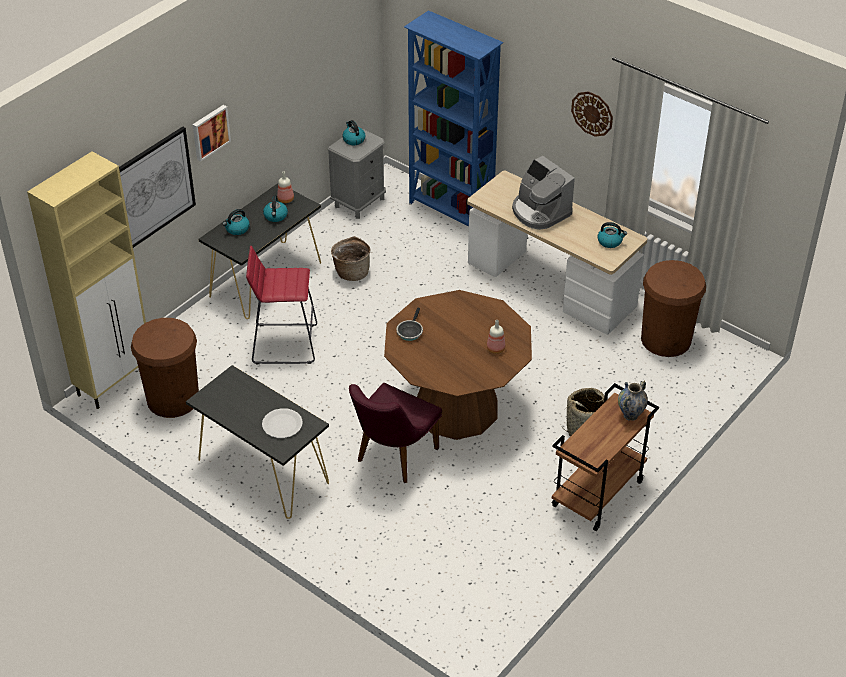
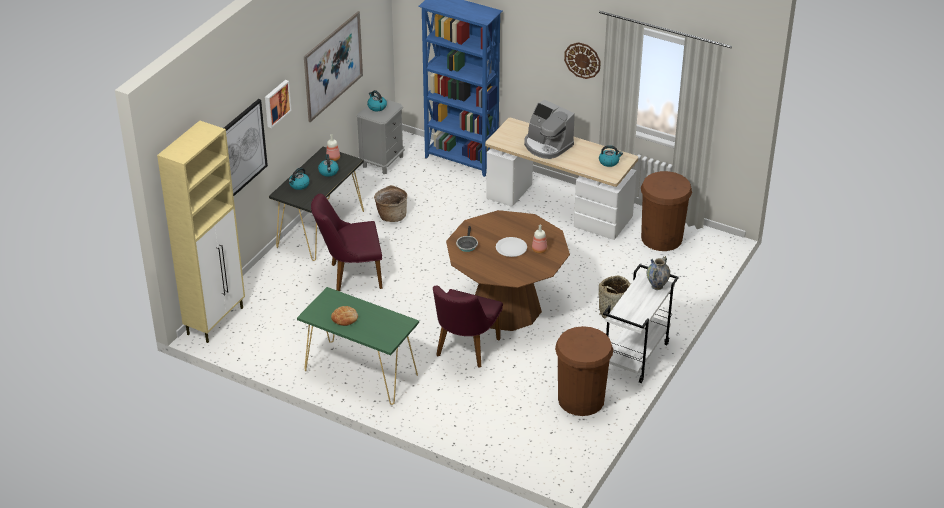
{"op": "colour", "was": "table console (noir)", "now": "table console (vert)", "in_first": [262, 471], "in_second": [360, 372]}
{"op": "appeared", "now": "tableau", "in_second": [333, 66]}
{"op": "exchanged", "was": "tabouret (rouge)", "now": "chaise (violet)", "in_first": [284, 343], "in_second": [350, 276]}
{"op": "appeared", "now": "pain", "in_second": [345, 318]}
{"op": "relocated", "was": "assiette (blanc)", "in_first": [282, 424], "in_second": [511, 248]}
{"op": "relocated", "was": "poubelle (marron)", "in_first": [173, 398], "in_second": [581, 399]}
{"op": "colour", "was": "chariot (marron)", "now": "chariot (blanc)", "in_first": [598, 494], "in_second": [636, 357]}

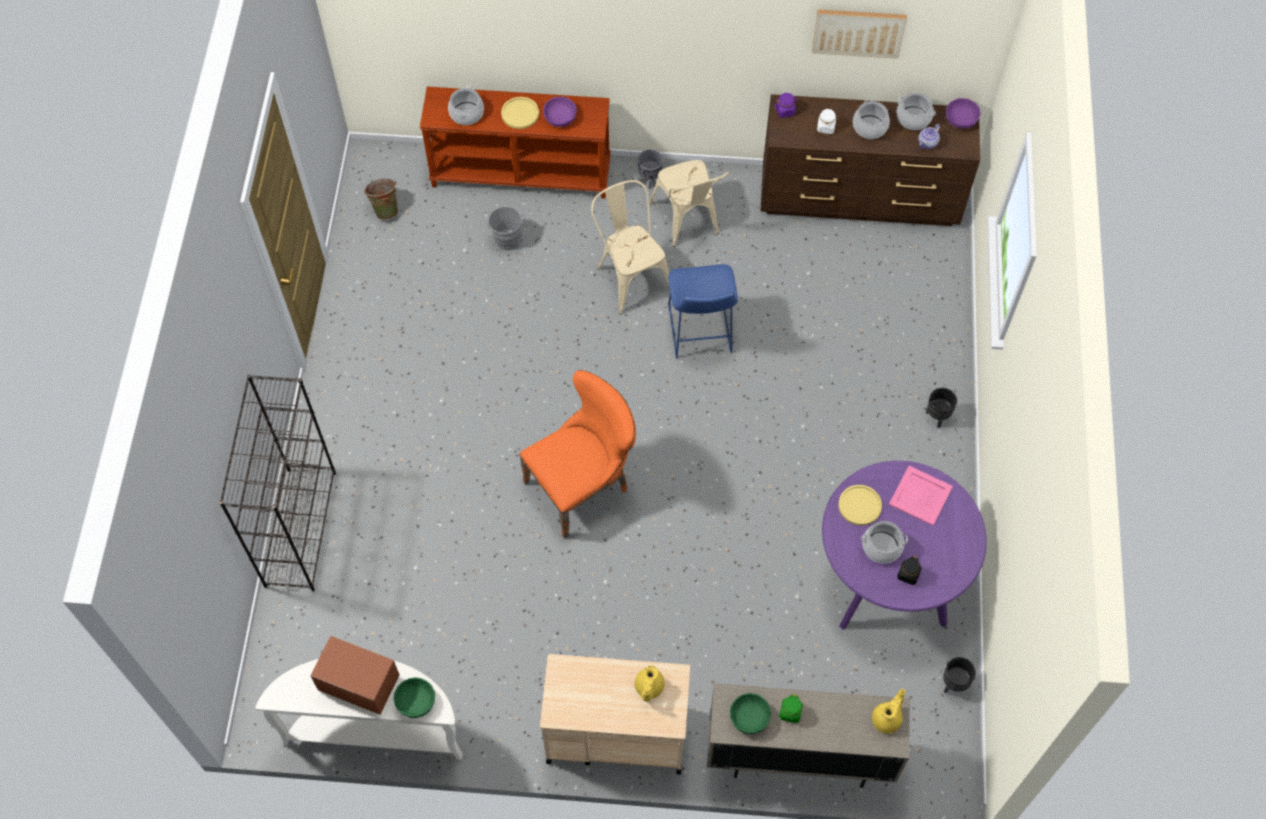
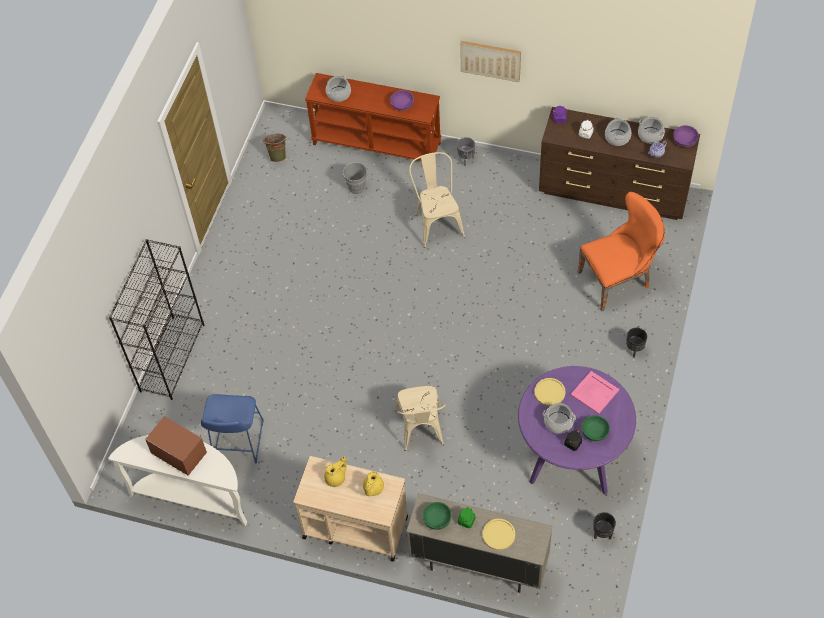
{"op": "relocated", "was": "tabouret (bleu)", "in_first": [699, 332], "in_second": [237, 443]}
{"op": "relocated", "was": "théière (jaune)", "in_first": [887, 718], "in_second": [336, 478]}
{"op": "relocated", "was": "chaise (beige)", "in_first": [688, 222], "in_second": [421, 431]}
{"op": "relocated", "was": "tableau", "in_first": [858, 32], "in_second": [490, 60]}
{"op": "relocated", "was": "assiette (jaune)", "in_first": [520, 113], "in_second": [498, 534]}
{"op": "relocated", "was": "chaise (orange)", "in_first": [583, 485], "in_second": [618, 279]}
{"op": "relocated", "was": "bol (vert)", "in_first": [416, 702], "in_second": [595, 432]}

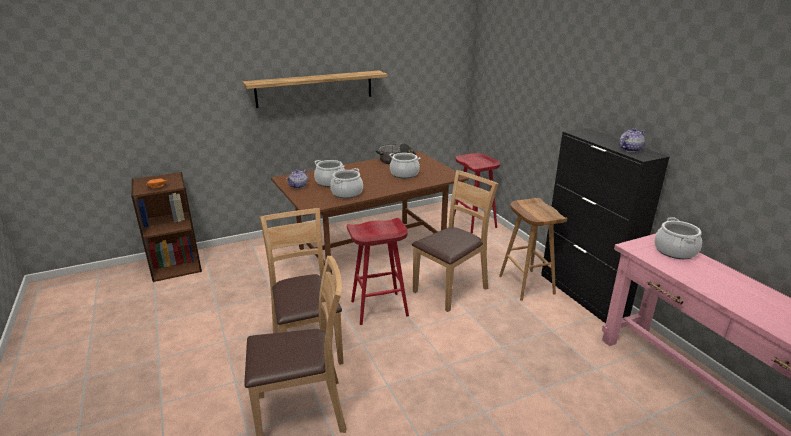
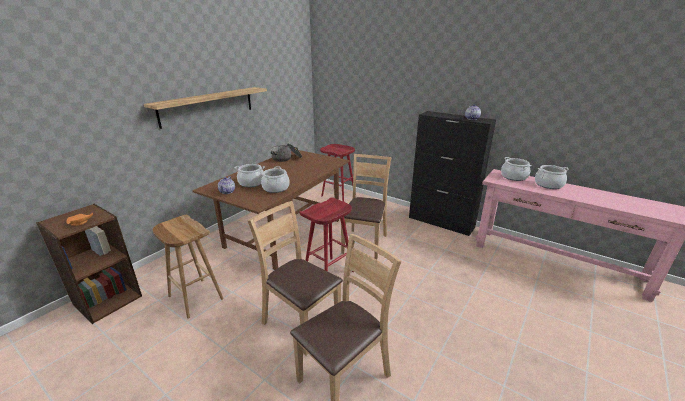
{"op": "relocated", "was": "tabouret (marron)", "in_first": [525, 284], "in_second": [195, 297]}
{"op": "relocated", "was": "marmite", "in_first": [404, 174], "in_second": [548, 185]}

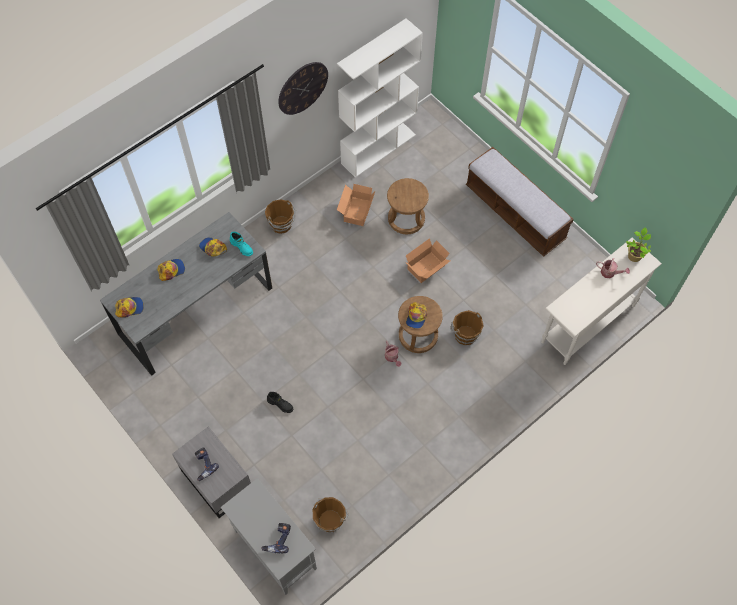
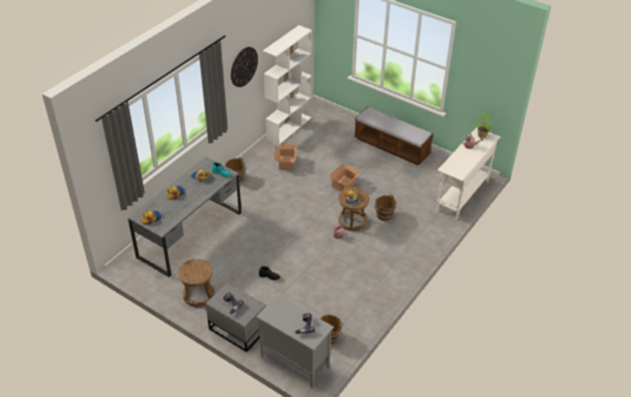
{"op": "relocated", "was": "tabouret (marron)", "in_first": [406, 218], "in_second": [198, 295]}

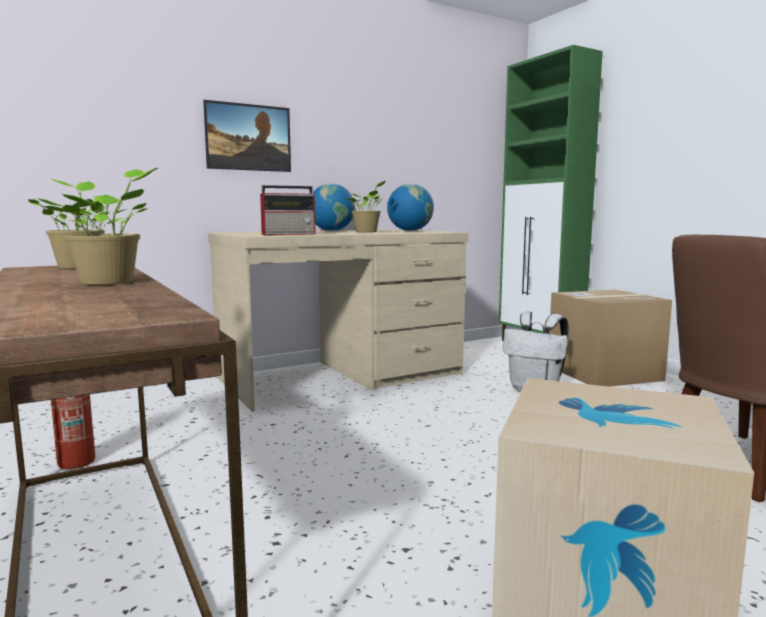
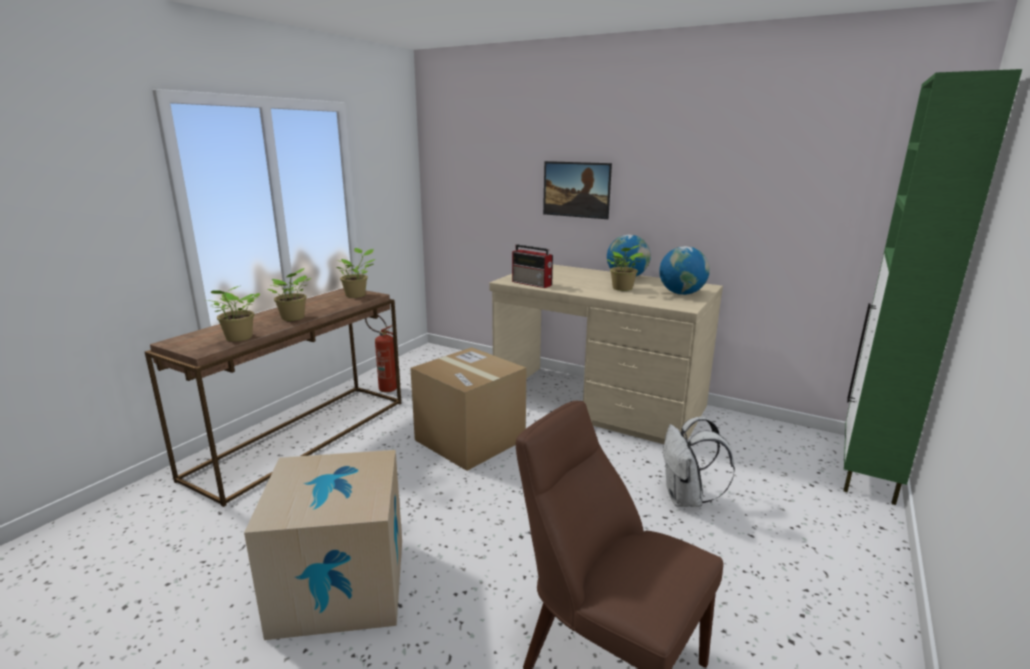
{"op": "appeared", "now": "plante en pot", "in_second": [238, 338]}
{"op": "relocated", "was": "carton", "in_first": [603, 373], "in_second": [470, 439]}

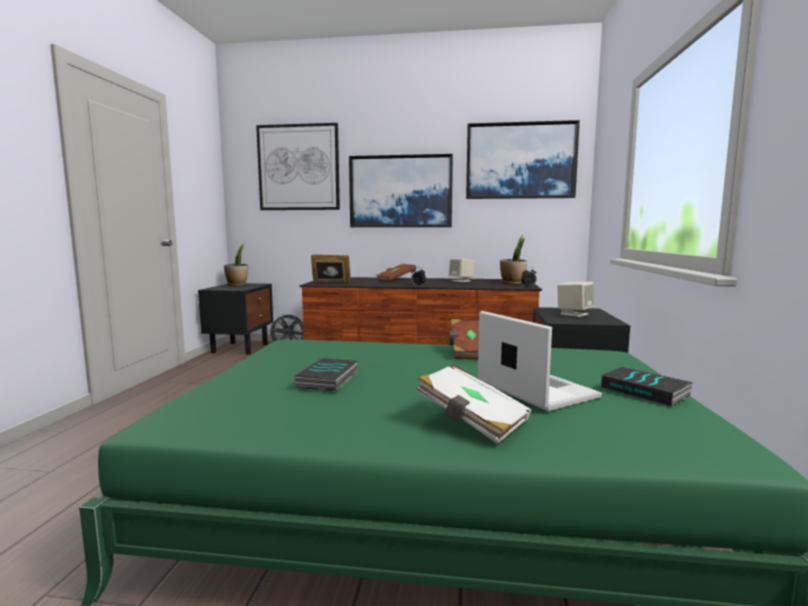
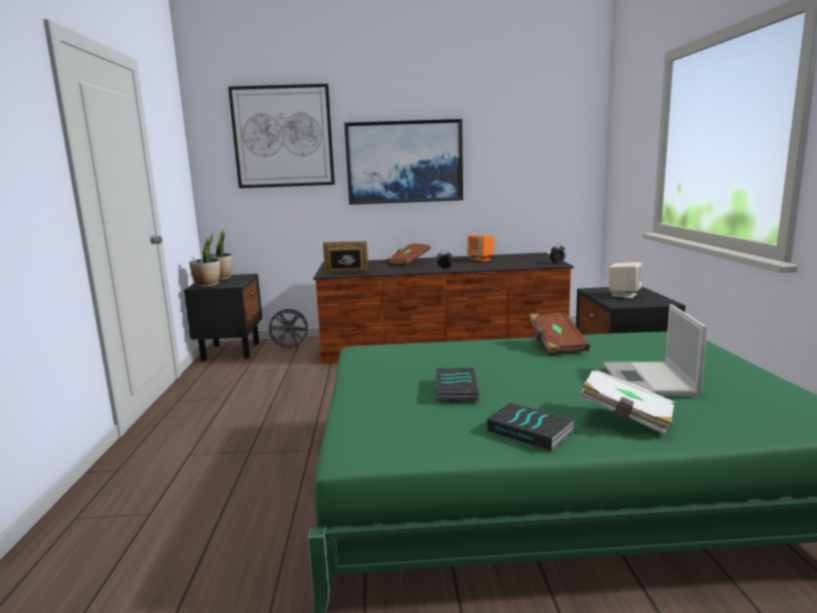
{"op": "relocated", "was": "plante en pot", "in_first": [512, 283], "in_second": [207, 285]}
{"op": "colour", "was": "enceinte (beige)", "now": "enceinte (orange)", "in_first": [461, 281], "in_second": [481, 259]}
{"op": "relocated", "was": "livre", "in_first": [646, 391], "in_second": [531, 431]}
{"op": "spun", "was": "ordinateur portable", "in_first": [534, 389], "in_second": [649, 380], "clockwise": -135}
{"op": "missing", "was": "tableau", "in_first": [520, 161]}

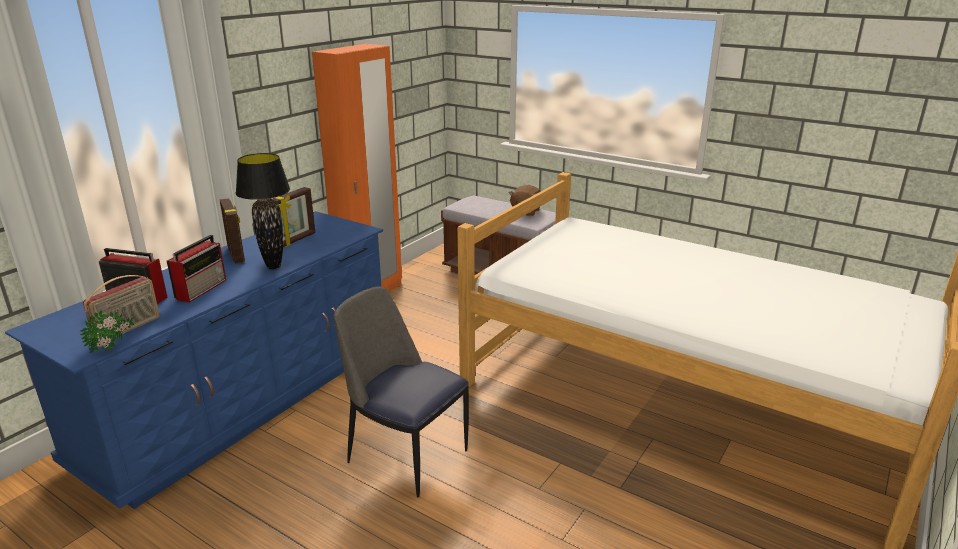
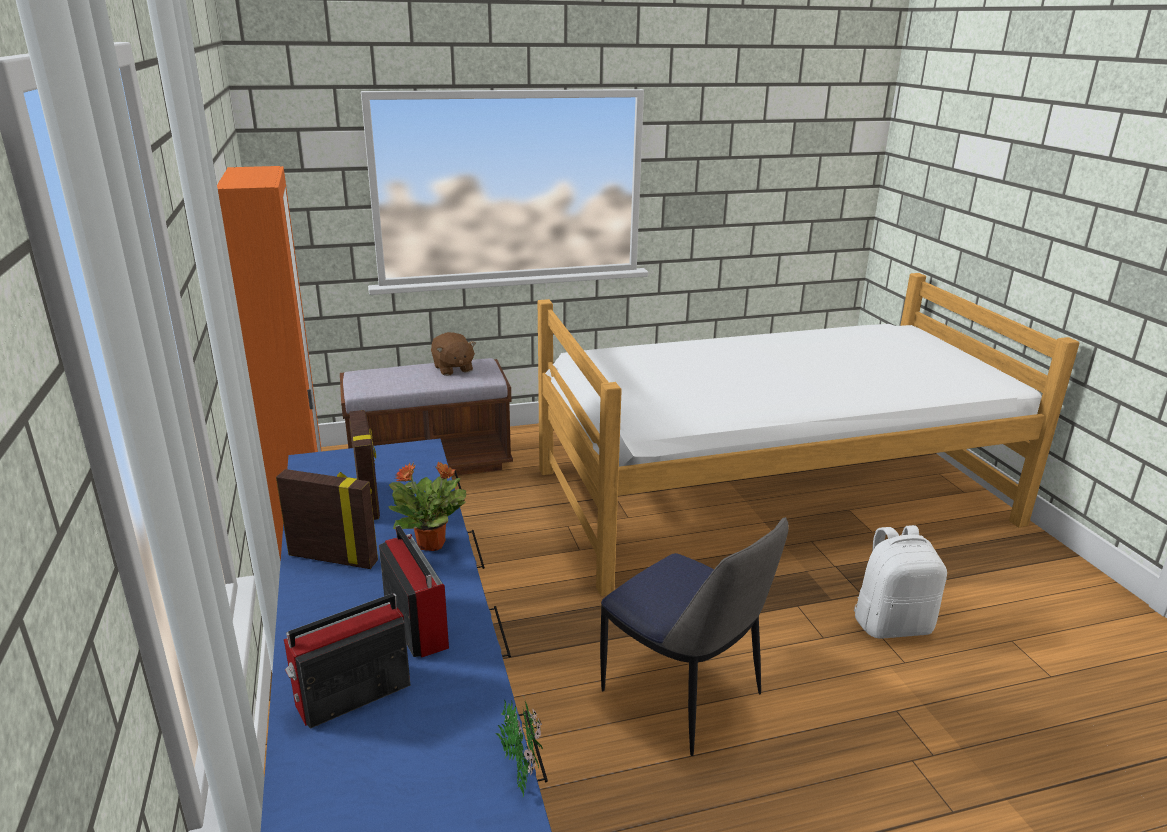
{"op": "exchanged", "was": "lampe de table (noir)", "now": "plante en pot", "in_first": [273, 267], "in_second": [432, 544]}
{"op": "spun", "was": "chaise", "in_first": [405, 454], "in_second": [684, 696], "clockwise": -120}
{"op": "appeared", "now": "sac à dos (blanc)", "in_second": [892, 624]}
{"op": "missing", "was": "radio", "in_first": [128, 329]}

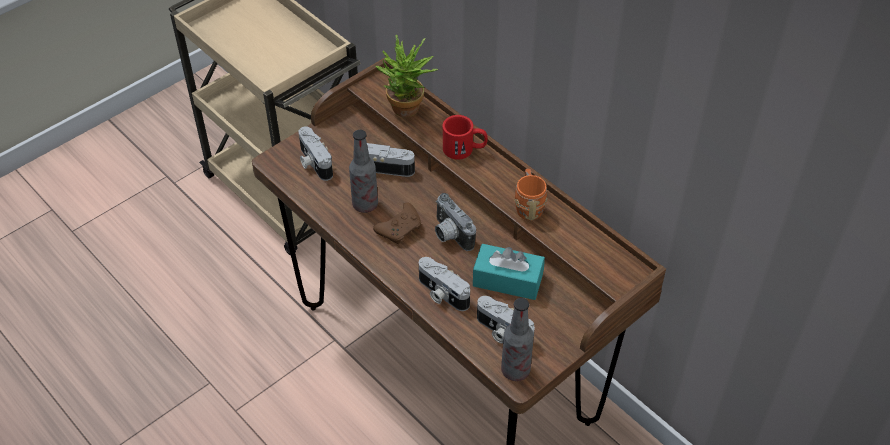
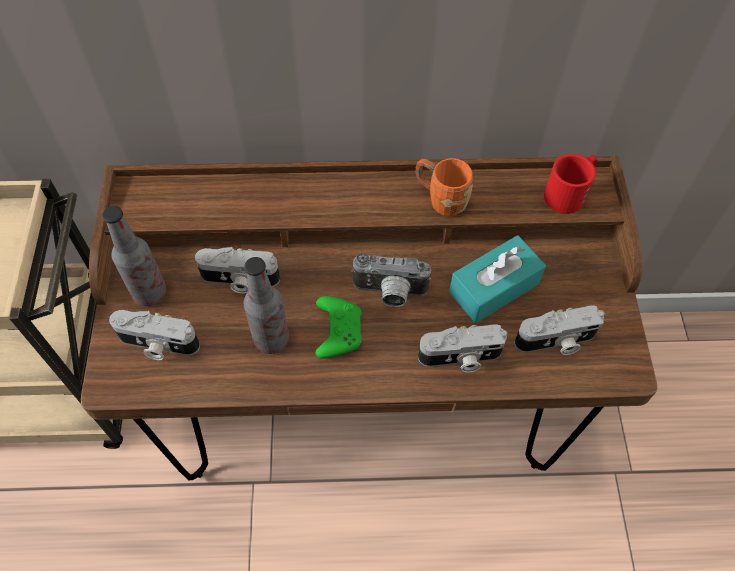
{"op": "relocated", "was": "bouteille", "in_first": [515, 370], "in_second": [149, 293]}
{"op": "spun", "was": "appareil photo", "in_first": [386, 166], "in_second": [239, 280], "clockwise": -135}
{"op": "colour", "was": "manette (marron)", "now": "manette (vert)", "in_first": [400, 228], "in_second": [337, 331]}
{"op": "relocated", "was": "mug (rouge)", "in_first": [464, 149], "in_second": [570, 192]}
{"op": "missing", "was": "plante en pot", "in_first": [407, 112]}

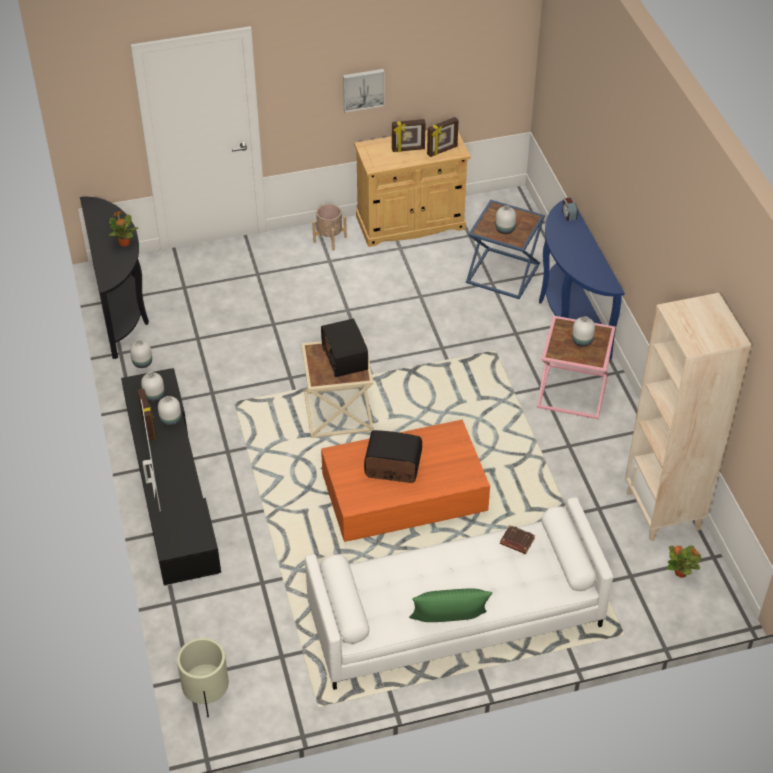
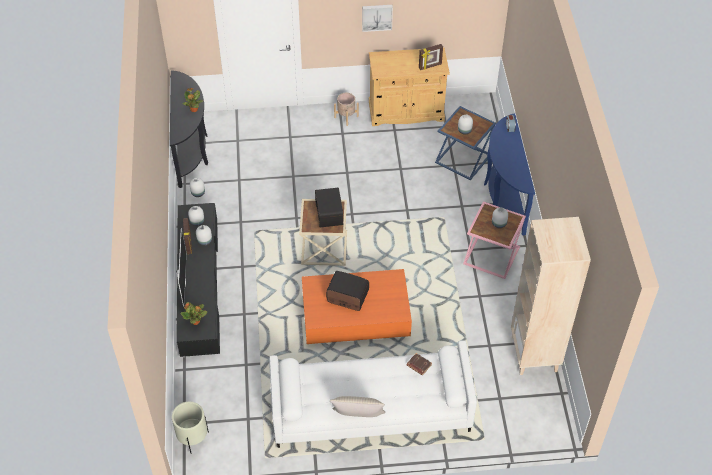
{"op": "relocated", "was": "plante en pot", "in_first": [681, 573], "in_second": [196, 321]}
{"op": "colour", "was": "coussin (vert)", "now": "coussin (beige)", "in_first": [449, 626], "in_second": [358, 419]}
{"op": "missing", "was": "cadre photo", "in_first": [408, 149]}

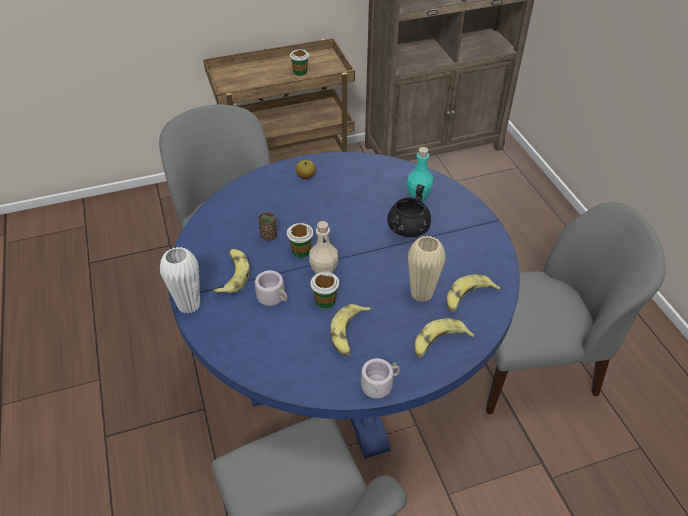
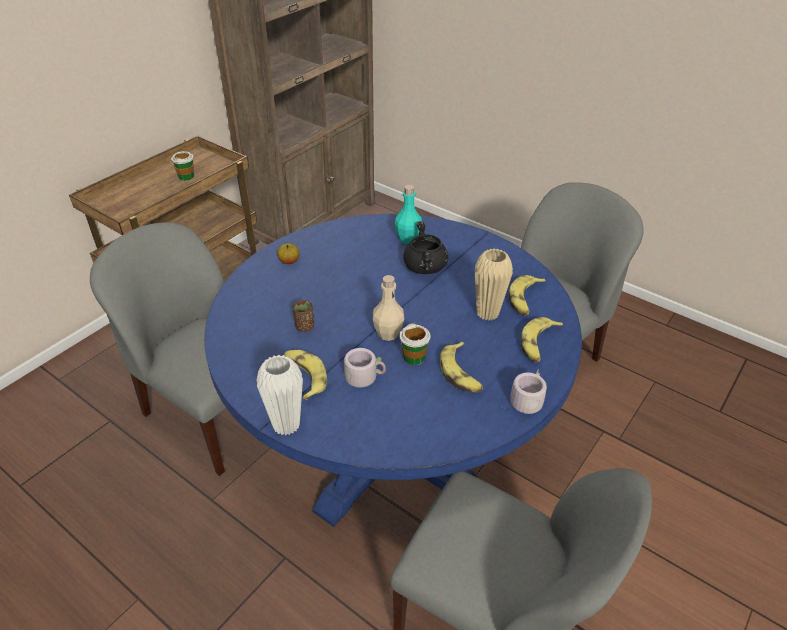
{"op": "missing", "was": "tasse", "in_first": [301, 251]}

